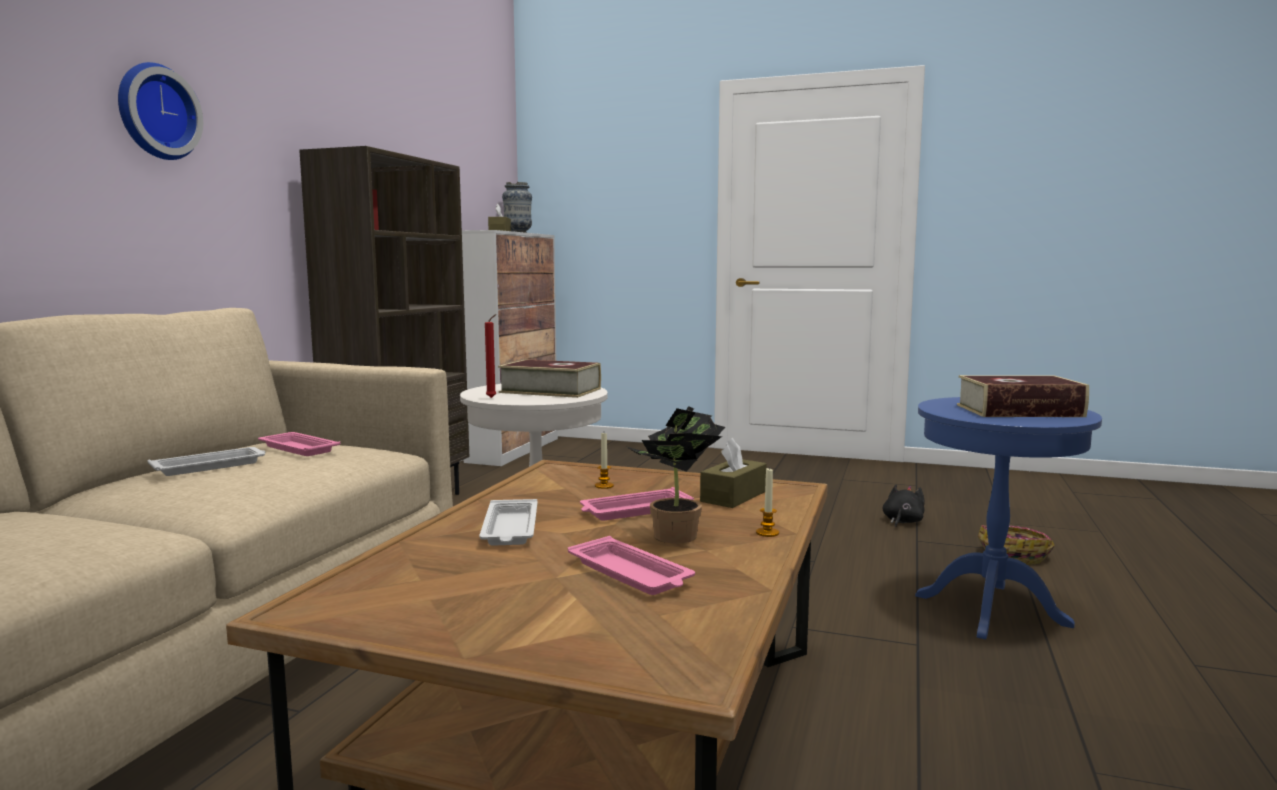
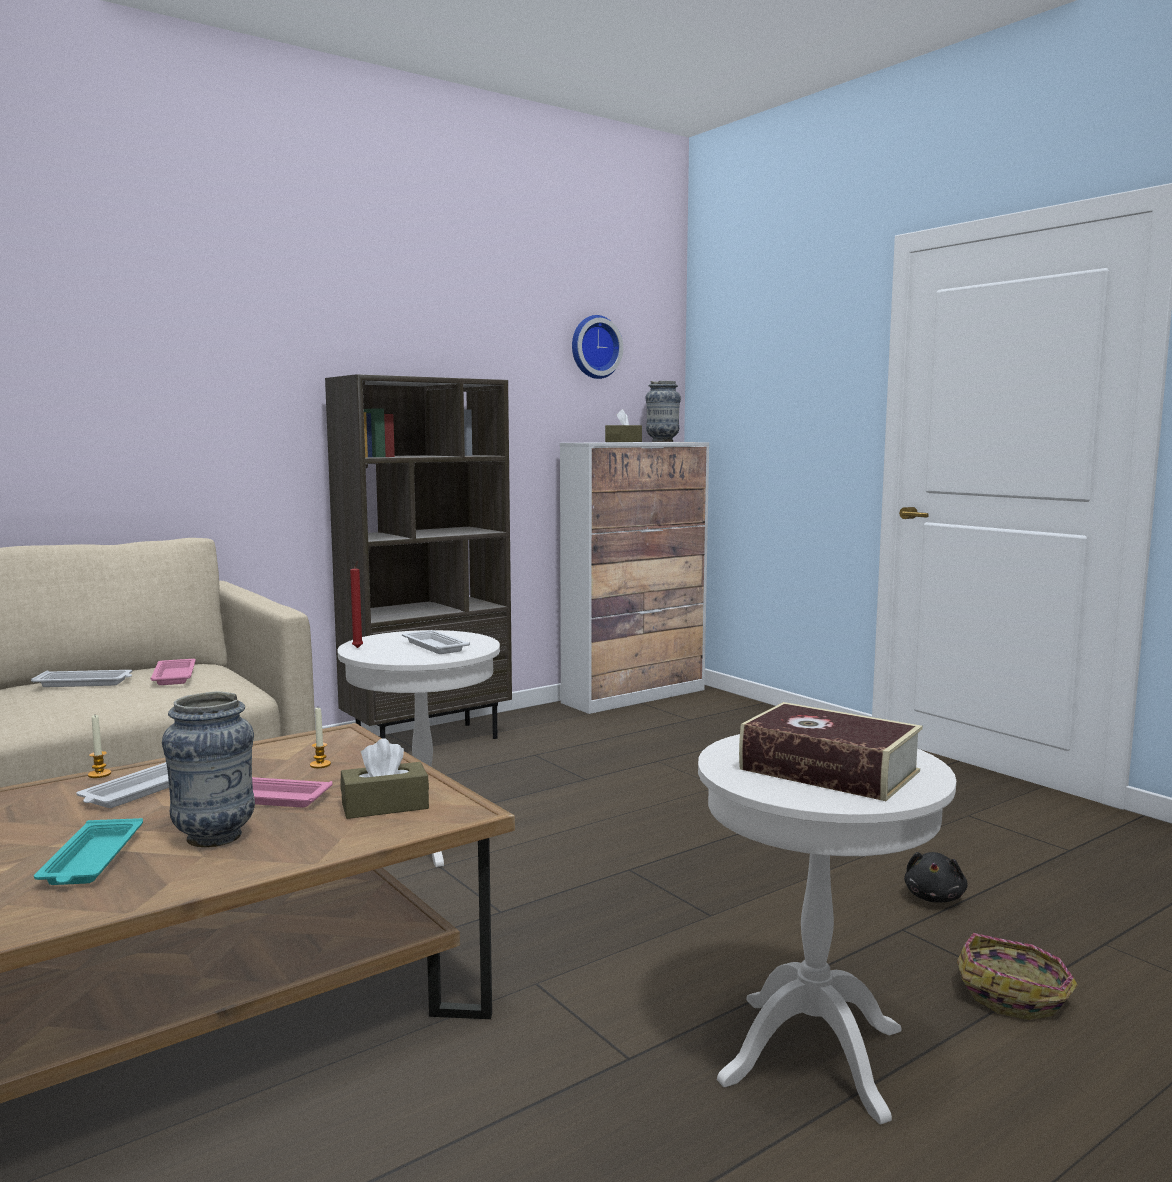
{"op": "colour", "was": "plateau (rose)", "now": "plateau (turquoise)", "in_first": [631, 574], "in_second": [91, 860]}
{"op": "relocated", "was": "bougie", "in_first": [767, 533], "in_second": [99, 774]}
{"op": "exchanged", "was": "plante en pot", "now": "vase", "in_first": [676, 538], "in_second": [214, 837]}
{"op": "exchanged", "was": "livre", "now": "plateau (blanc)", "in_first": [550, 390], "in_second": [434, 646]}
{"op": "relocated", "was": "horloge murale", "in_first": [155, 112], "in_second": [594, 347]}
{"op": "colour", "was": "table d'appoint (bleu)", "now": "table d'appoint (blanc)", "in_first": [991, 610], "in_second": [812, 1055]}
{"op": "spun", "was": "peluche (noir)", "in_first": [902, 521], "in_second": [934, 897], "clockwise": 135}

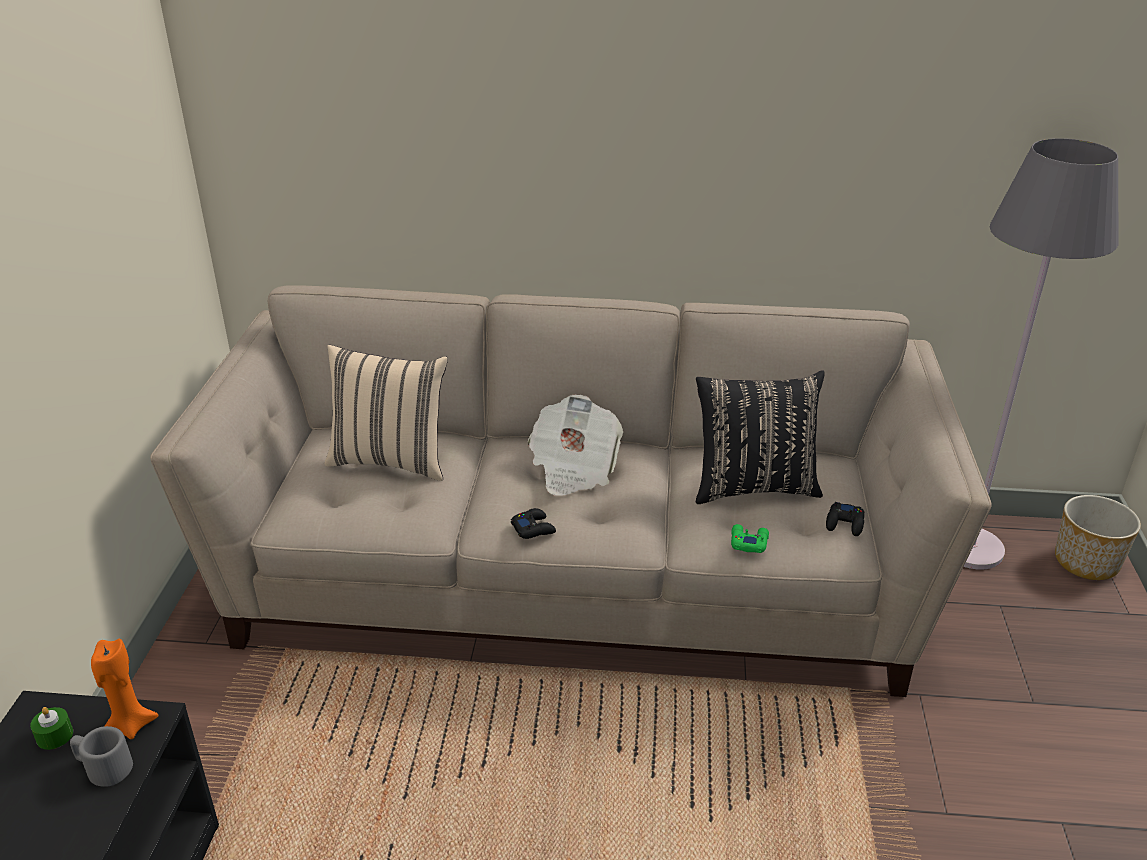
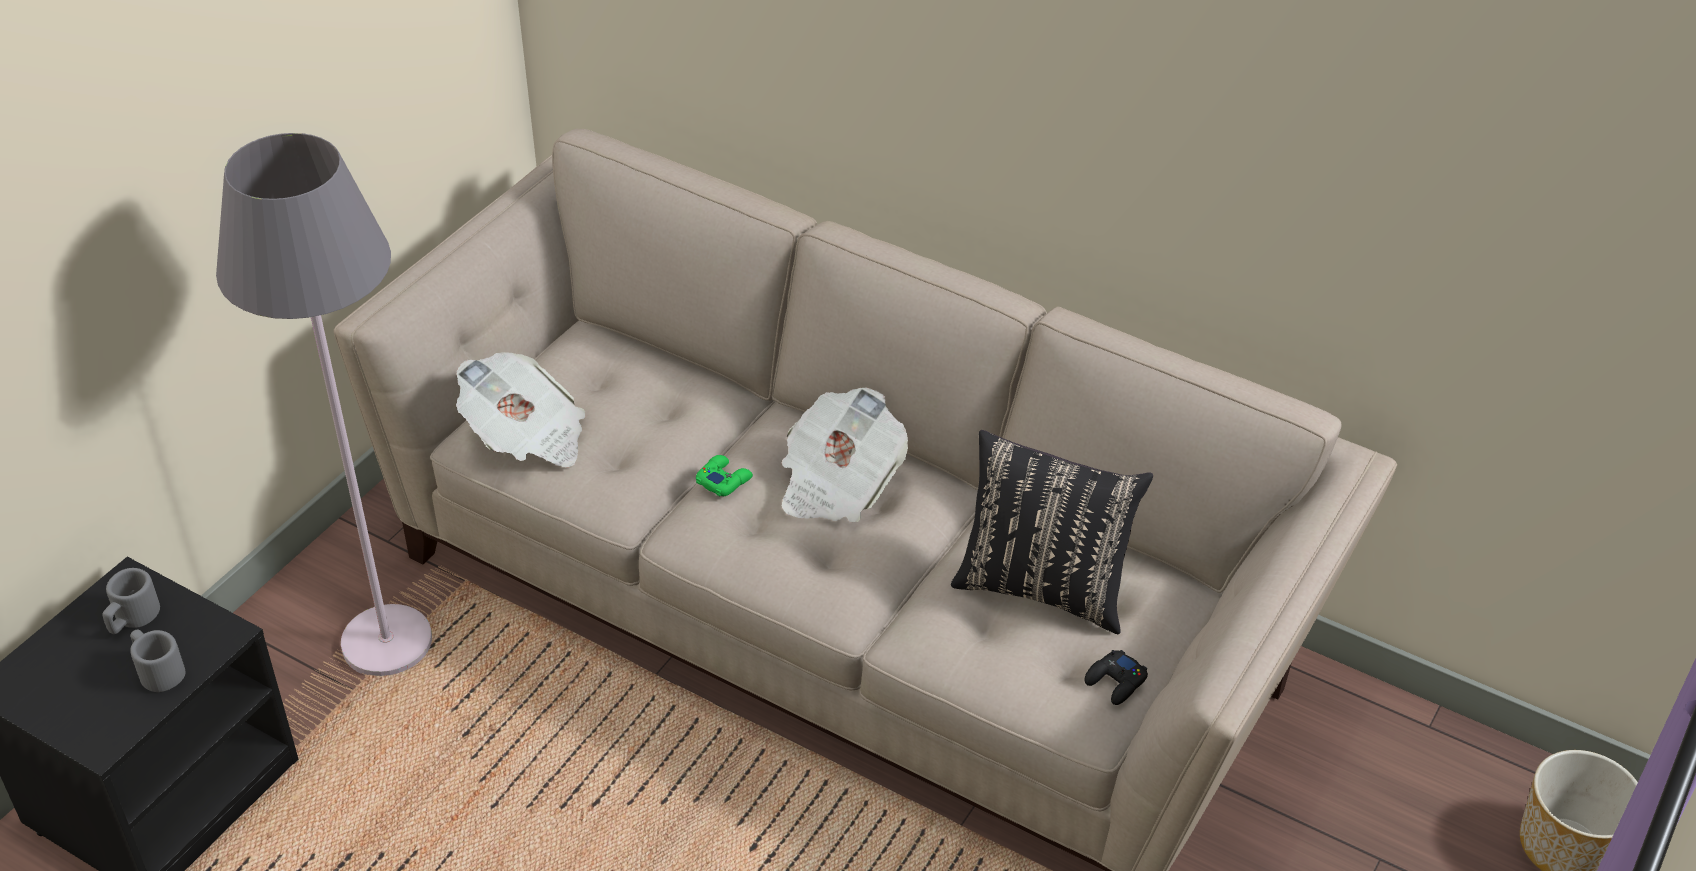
{"op": "exchanged", "was": "bougie (vert)", "now": "mug (gris)", "in_first": [55, 736], "in_second": [132, 618]}
{"op": "relocated", "was": "lampadaire (gris)", "in_first": [971, 548], "in_second": [388, 642]}
{"op": "appeared", "now": "journal", "in_second": [526, 436]}
{"op": "relocated", "was": "manette (vert)", "in_first": [748, 542], "in_second": [723, 480]}
{"op": "missing", "was": "bougie (orange)", "in_first": [130, 725]}
{"op": "missing", "was": "coussin (beige)", "in_first": [391, 460]}
{"op": "missing", "was": "manette (noir)", "in_first": [533, 528]}

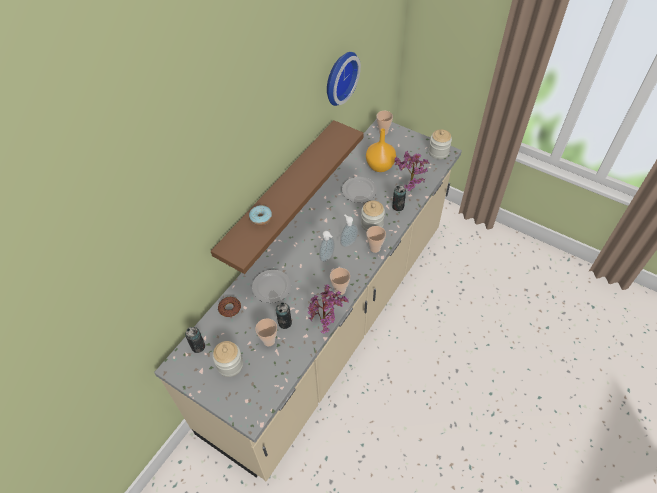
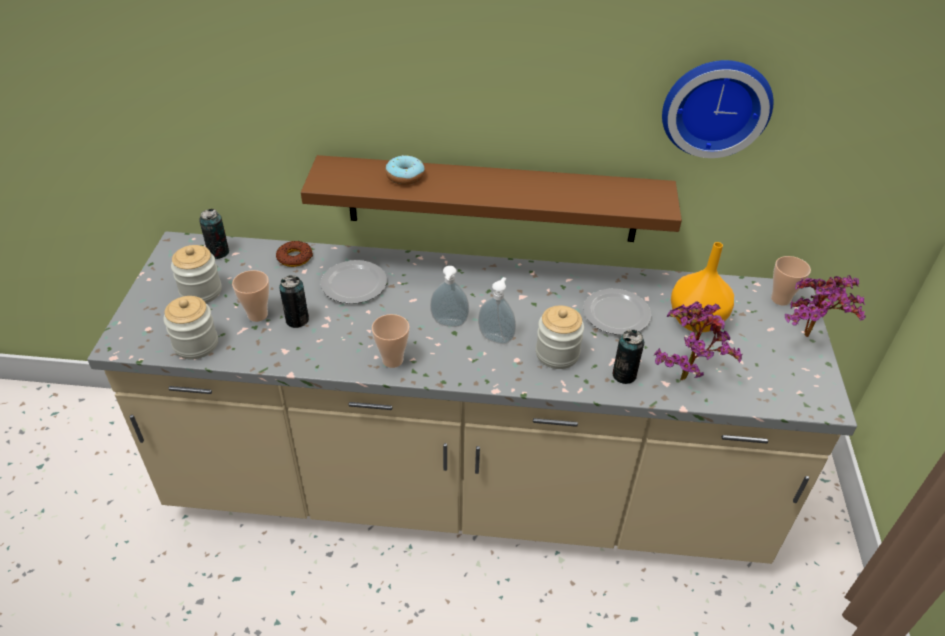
{"op": "relocated", "was": "bocal", "in_first": [438, 152], "in_second": [196, 344]}
{"op": "relocated", "was": "plante en pot", "in_first": [326, 322], "in_second": [809, 339]}
{"op": "missing", "was": "tasse", "in_first": [375, 248]}

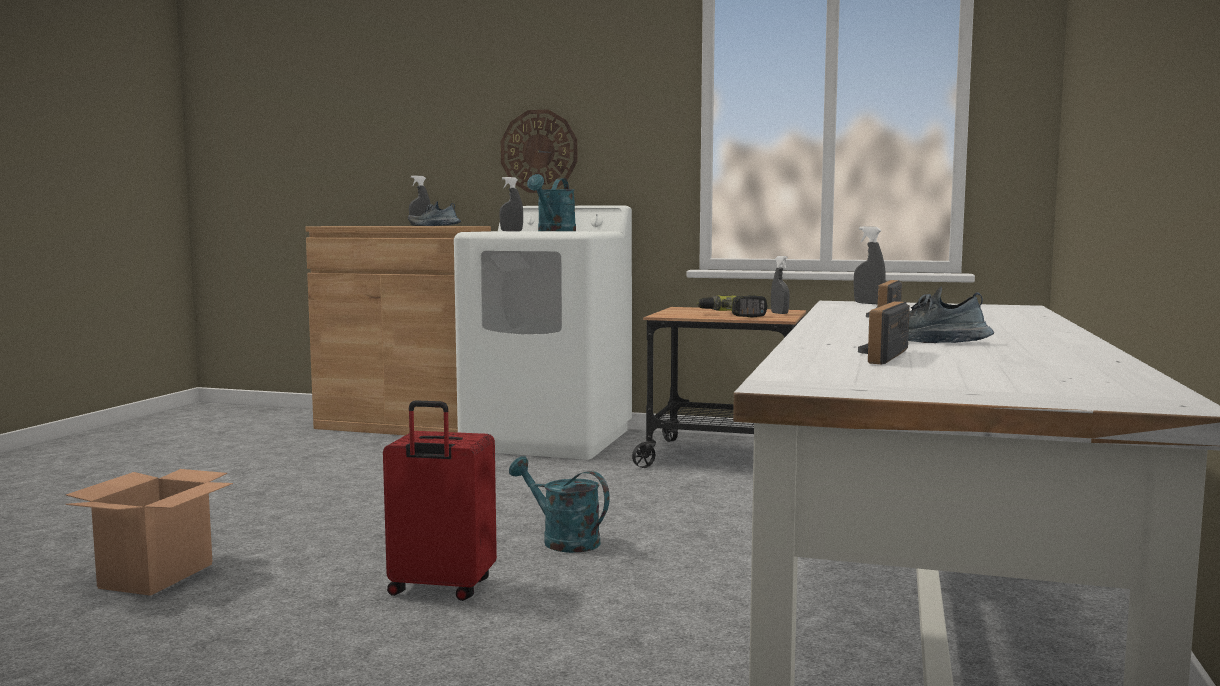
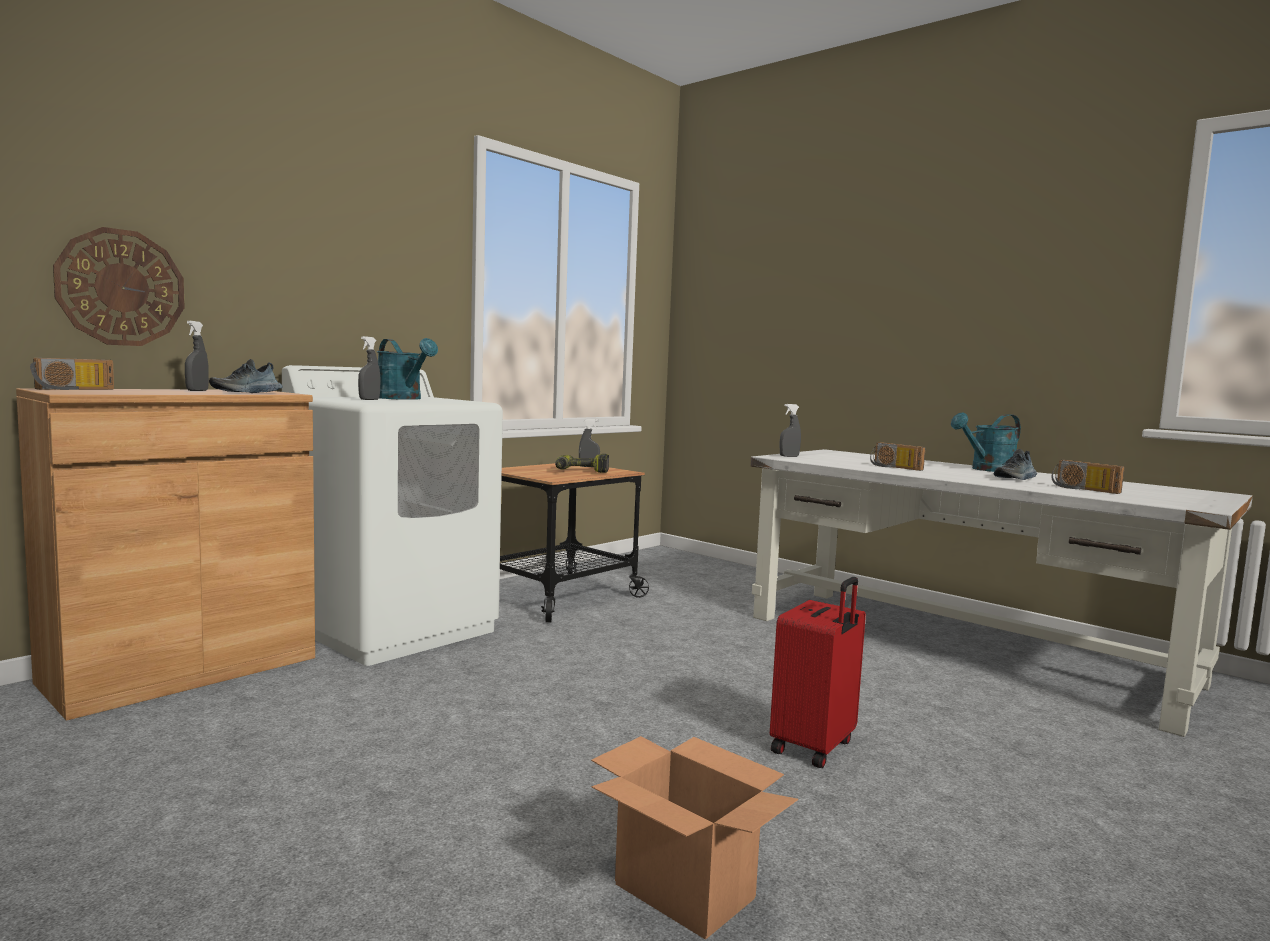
{"op": "appeared", "now": "radio", "in_second": [75, 389]}
{"op": "relocated", "was": "horloge murale", "in_first": [539, 151], "in_second": [121, 287]}
{"op": "relocated", "was": "arrosoir (turquoise)", "in_first": [562, 540], "in_second": [987, 470]}

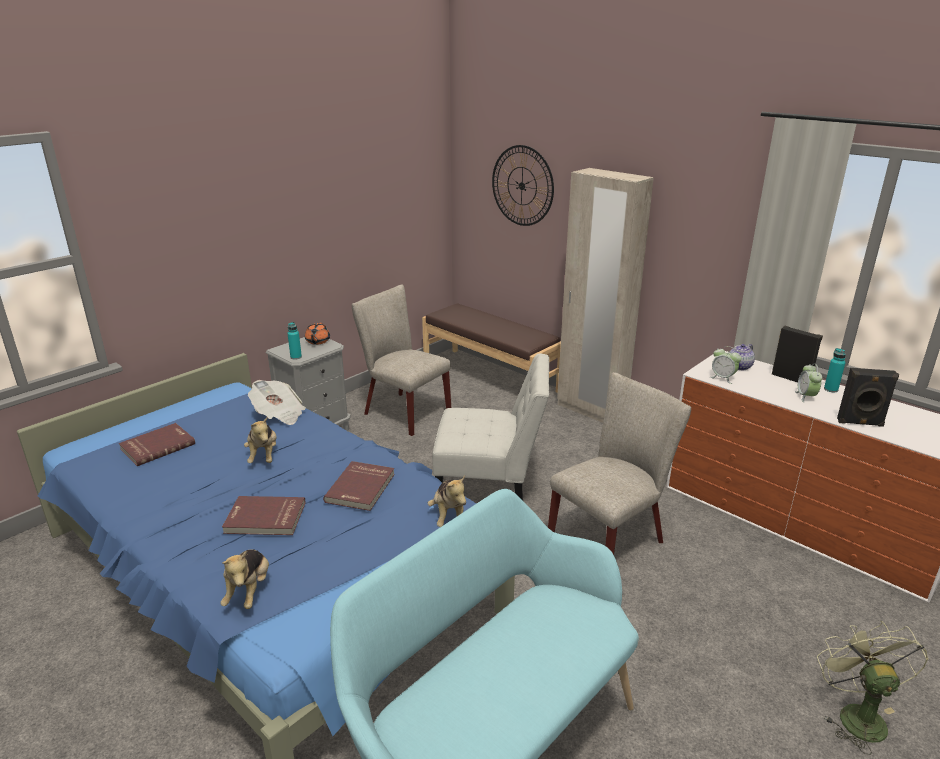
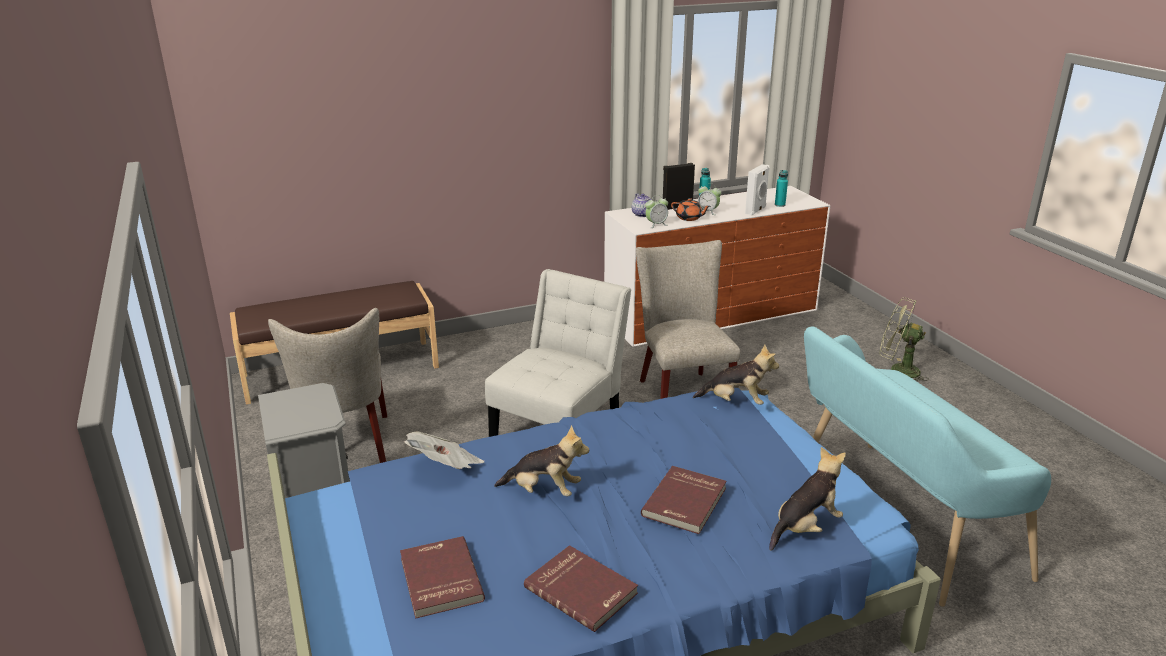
{"op": "spun", "was": "chaise (beige)", "in_first": [402, 411], "in_second": [346, 447], "clockwise": -75}
{"op": "relocated", "was": "livre (rouge)", "in_first": [361, 488], "in_second": [582, 589]}
{"op": "relocated", "was": "théière (orange)", "in_first": [317, 341], "in_second": [689, 218]}
{"op": "colour", "was": "enceinte (noir)", "now": "enceinte (blanc)", "in_first": [860, 423], "in_second": [756, 210]}
{"op": "spun", "was": "peluche", "in_first": [249, 591], "in_second": [805, 527], "clockwise": -60}
{"op": "relocated", "was": "bouteille (turquoise)", "in_first": [296, 357], "in_second": [780, 205]}
{"op": "missing", "was": "horloge murale", "in_first": [522, 186]}
{"op": "missing", "was": "armoire (beige)", "in_first": [590, 411]}

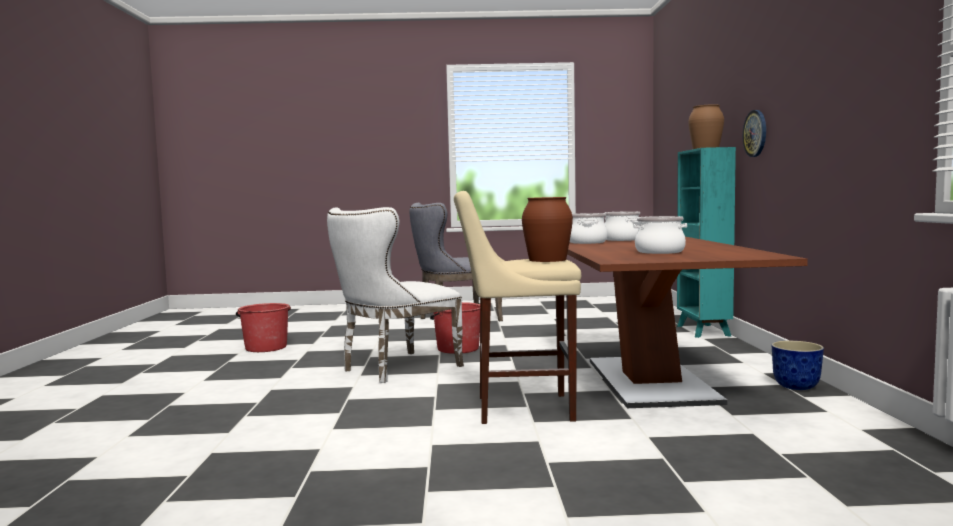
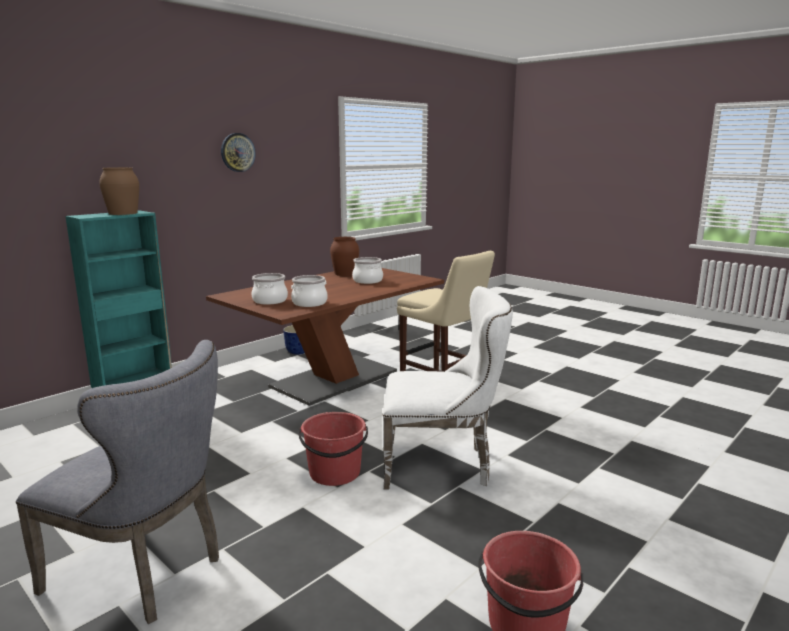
{"op": "relocated", "was": "horloge murale", "in_first": [755, 133], "in_second": [237, 152]}
{"op": "relocated", "was": "vase (marron)", "in_first": [547, 260], "in_second": [345, 273]}

